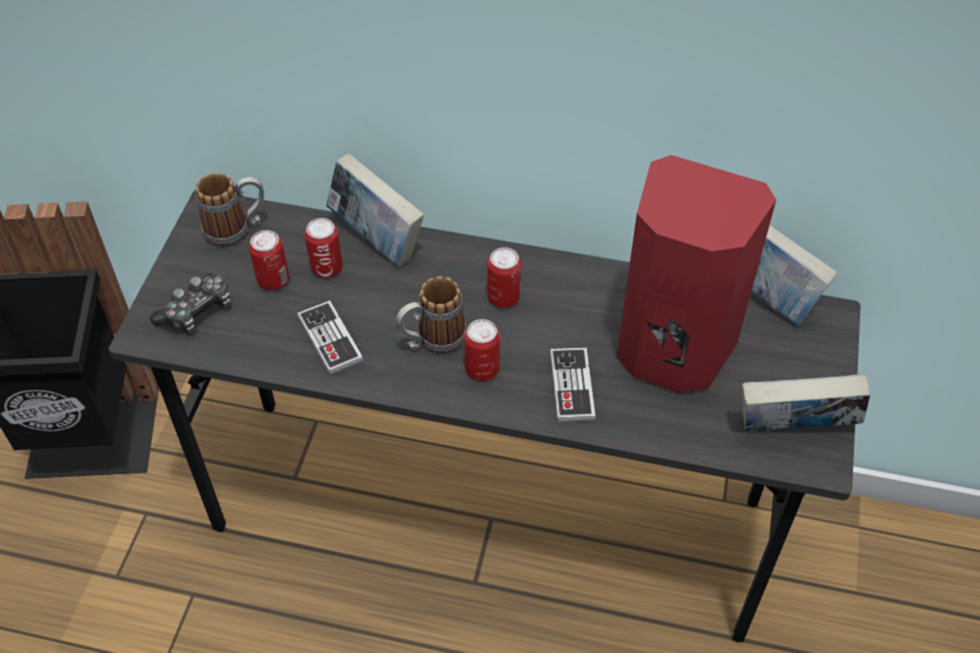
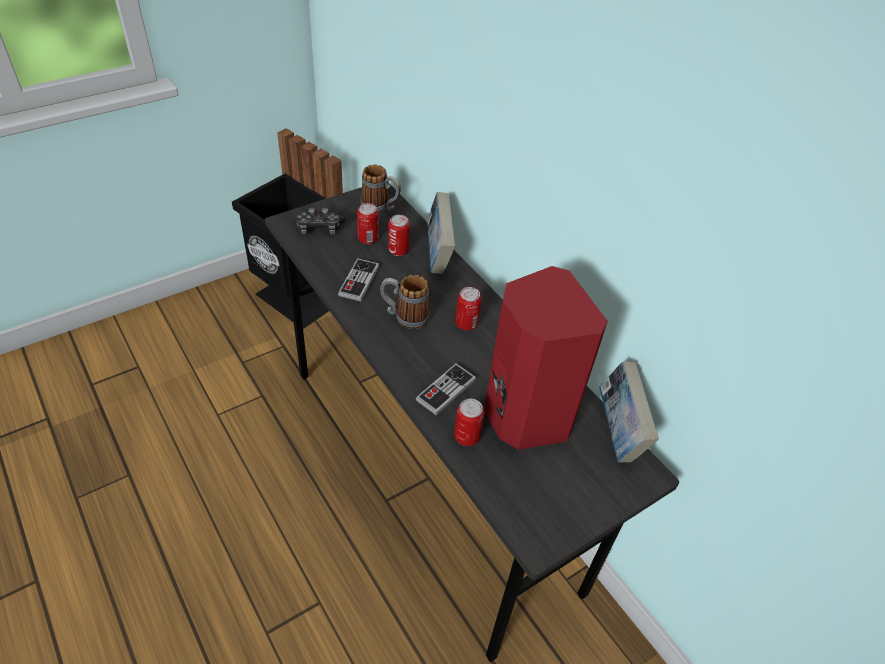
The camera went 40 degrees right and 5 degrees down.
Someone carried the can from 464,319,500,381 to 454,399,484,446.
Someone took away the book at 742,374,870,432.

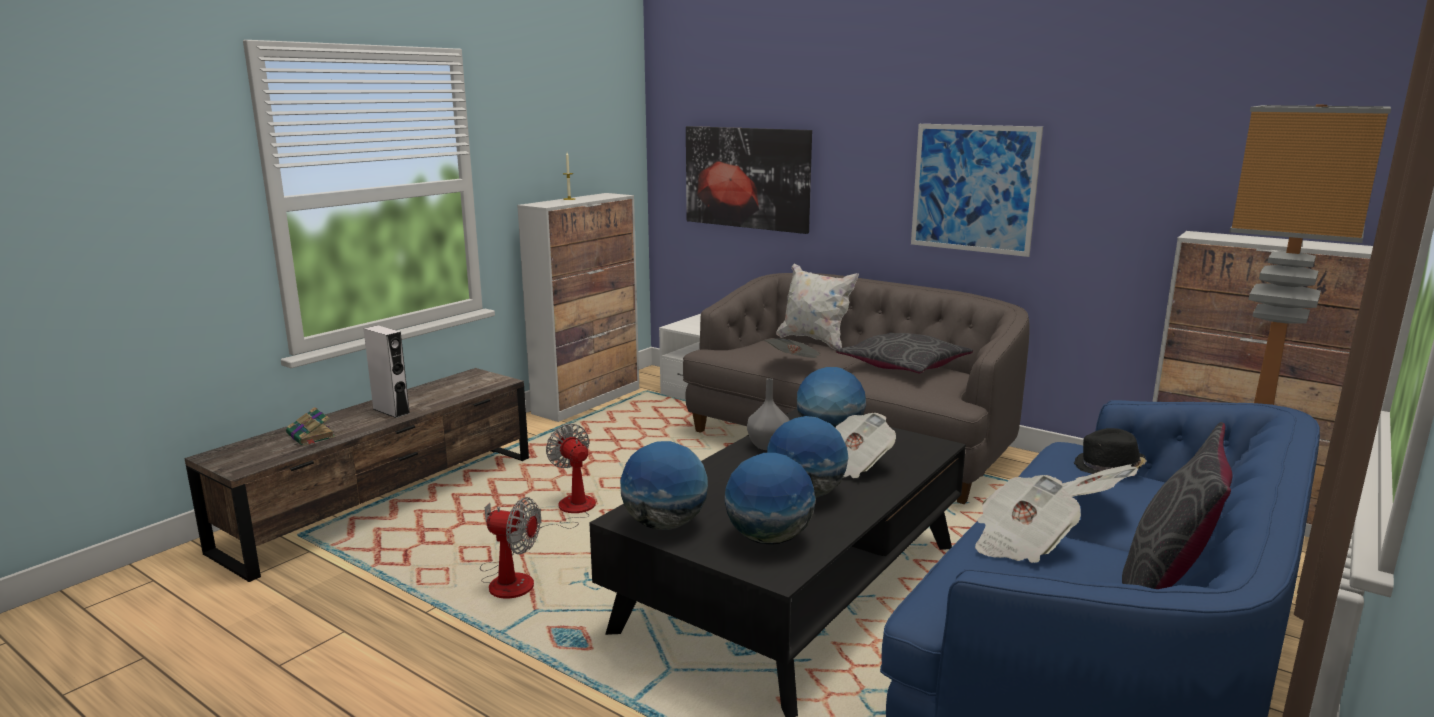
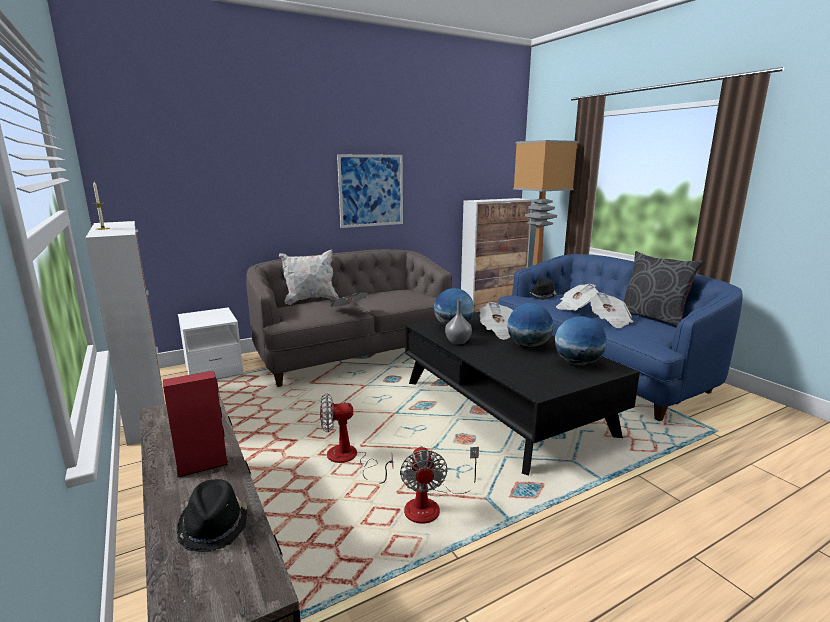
The camera went 65 degrees left and 0 degrees up.
Someone repainted the white speaker at 364,325,410,418, which became the red speaker at 163,371,228,478.
Someone swapped the book at 286,407,336,446 for the black hat at 177,479,247,552.
Someone rotated the fan at 480,497,540,599 by 135 degrees clockwise.
Someone took away the globe at 620,441,708,530.
Someone took away the picture at 686,126,812,234.
Someone took away the grey pillow at 836,333,973,373.

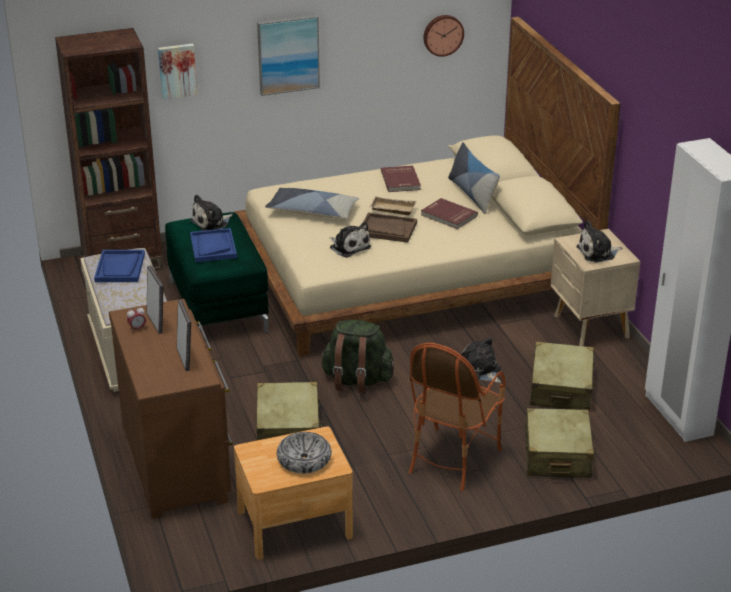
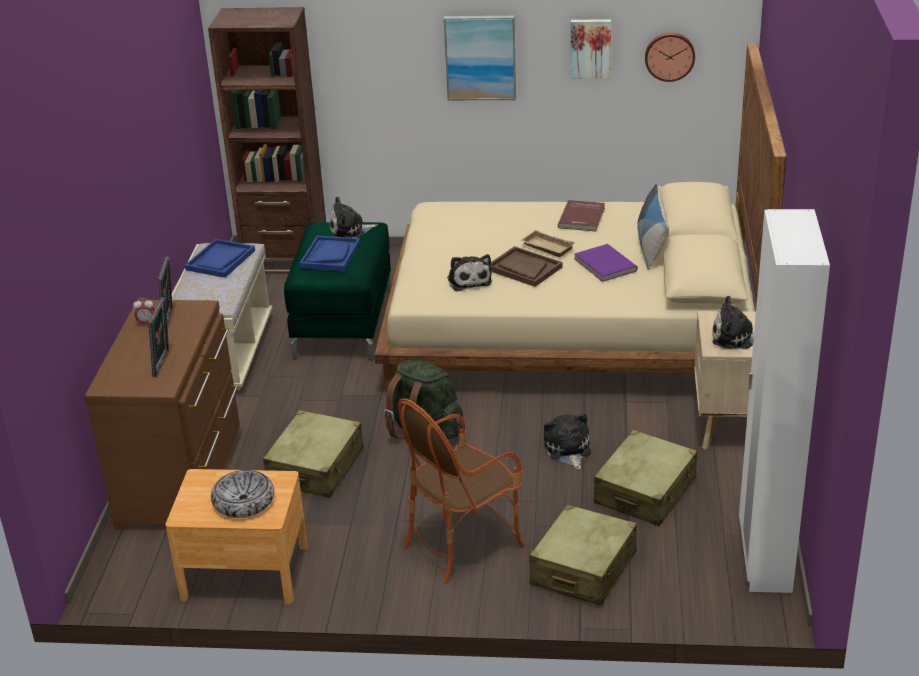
The camera went 25 degrees right and 0 degrees up.
Someone carried the picture from 158,44,197,100 to 571,19,611,79.
Someone repainted the red book at 421,198,478,229, which became the purple book at 574,244,638,282.
Someone took away the pillow at 265,188,359,219.

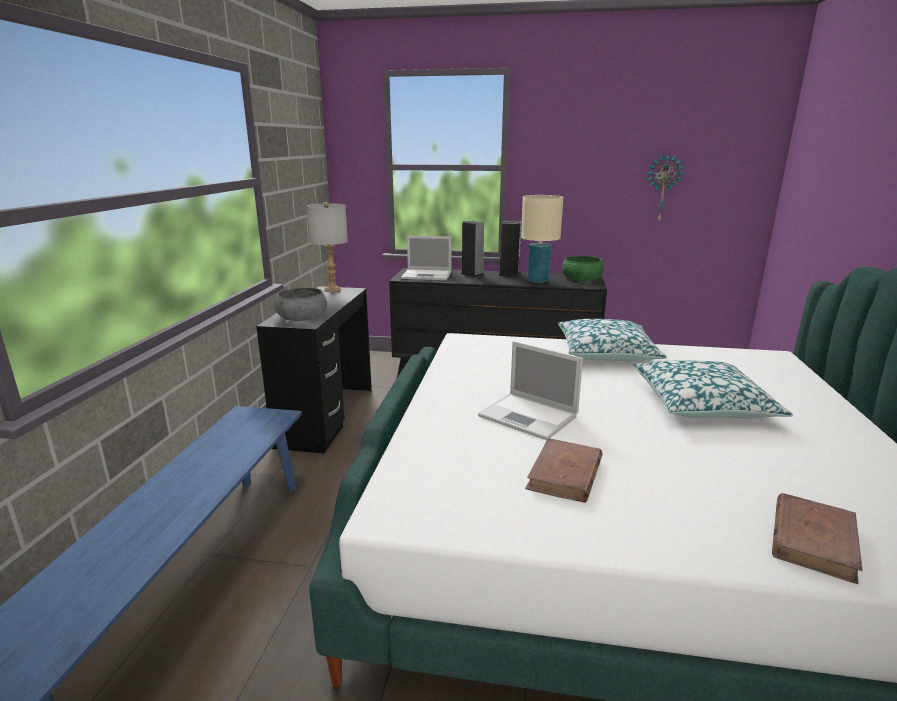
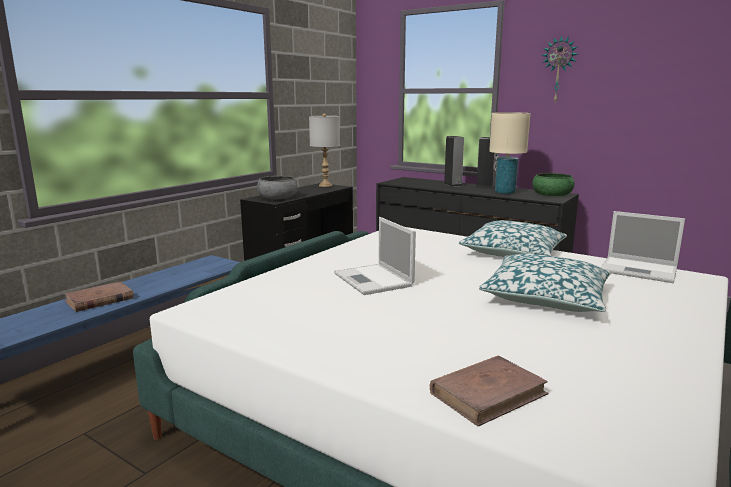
The camera went 25 degrees right and 5 degrees down.
Someone carried the brown book from 525,438,603,503 to 65,281,134,312.
Someone carried the wall clock from 646,154,685,221 to 542,36,578,102.
Someone carried the laptop from 401,235,451,280 to 601,211,685,283.

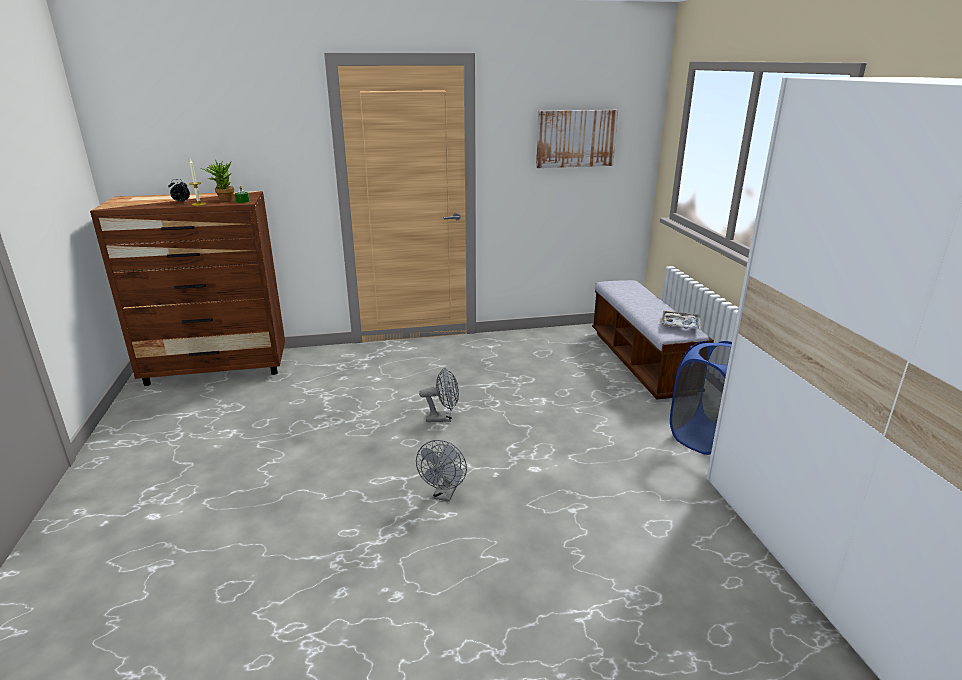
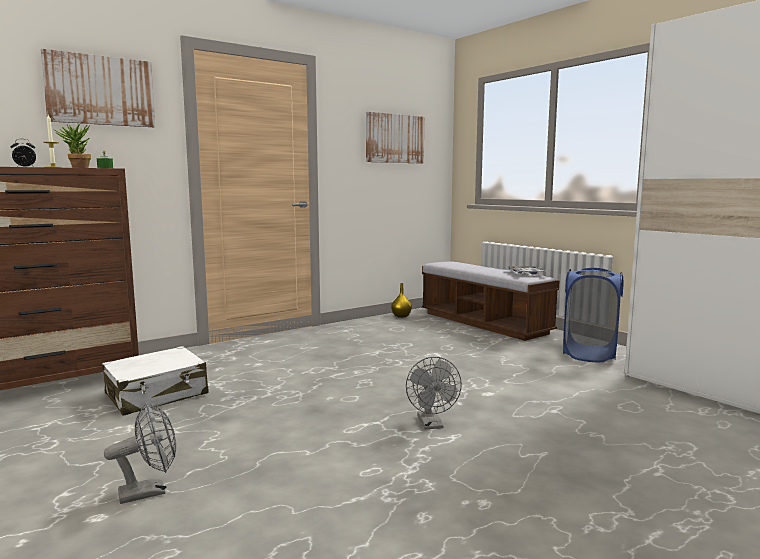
The camera went 25 degrees left and 15 degrees down.
Someone put up the picture at 40,49,155,127.
Someone put down the white suitcase at 102,346,209,416.
Someone carried the grey fan from 419,368,459,422 to 104,402,176,504.
Someone put down the yellow vase at 391,283,412,318.

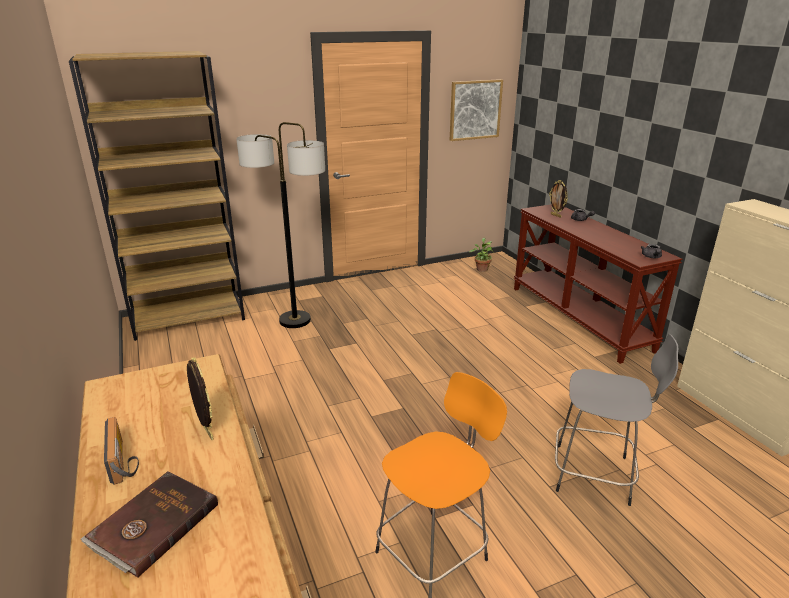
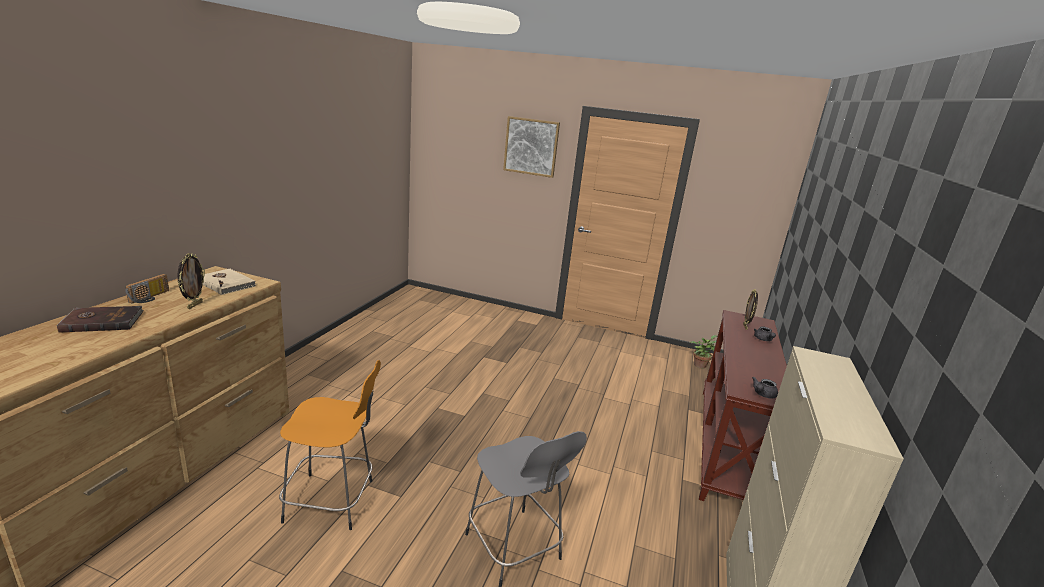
The camera went 40 degrees right and 5 degrees down.
Someone put down the beige book at 202,269,256,295.
Someone carried the picture from 450,79,503,141 to 503,116,560,178.
Someone took away the brown bookcase at 69,51,245,341.
Someone took away the floor lamp at 236,122,325,328.

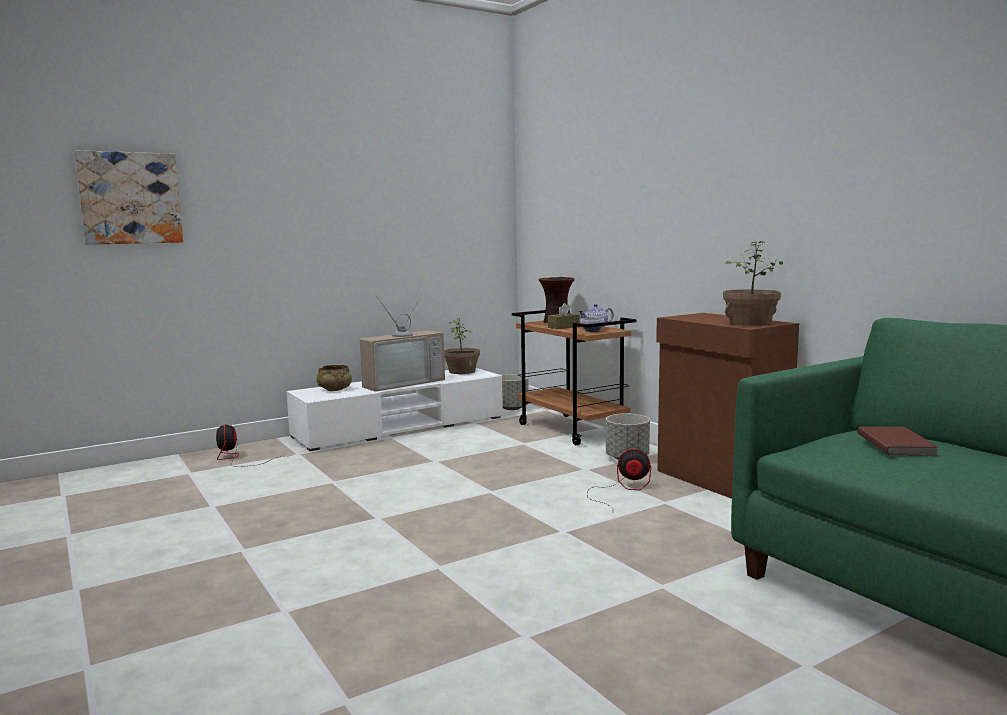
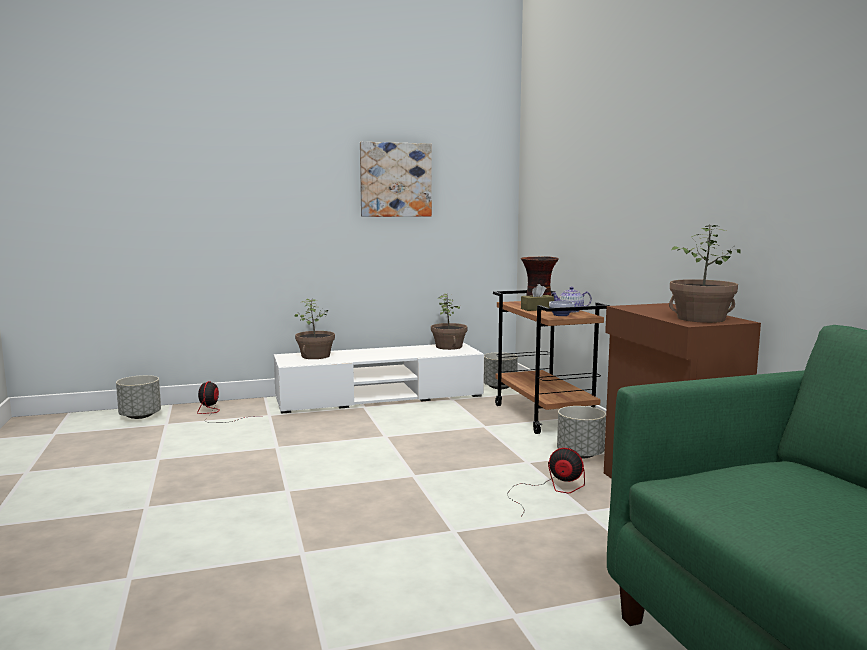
The camera went 15 degrees right and 0 degrees up.
Someone put down the grey planter at 116,375,161,419.
Someone swapped the beige bowl at 317,365,352,391 for the potted plant at 295,299,335,359.
Someone carried the picture from 75,150,183,245 to 360,142,432,217.
Someone took away the television at 360,293,445,392.
Someone took away the brown book at 857,427,938,456.

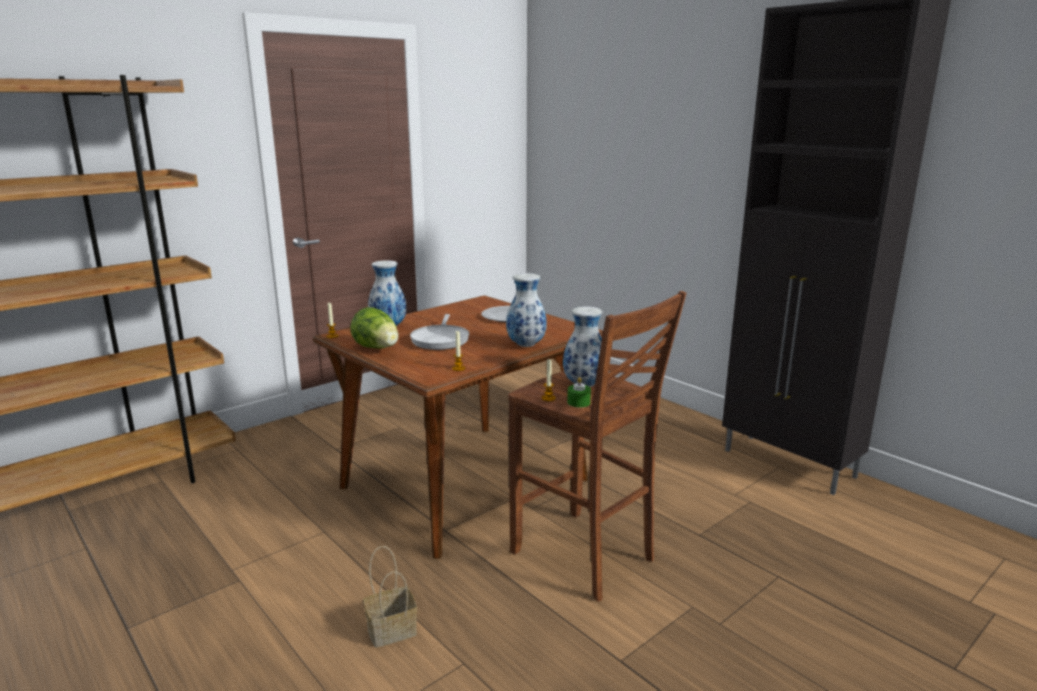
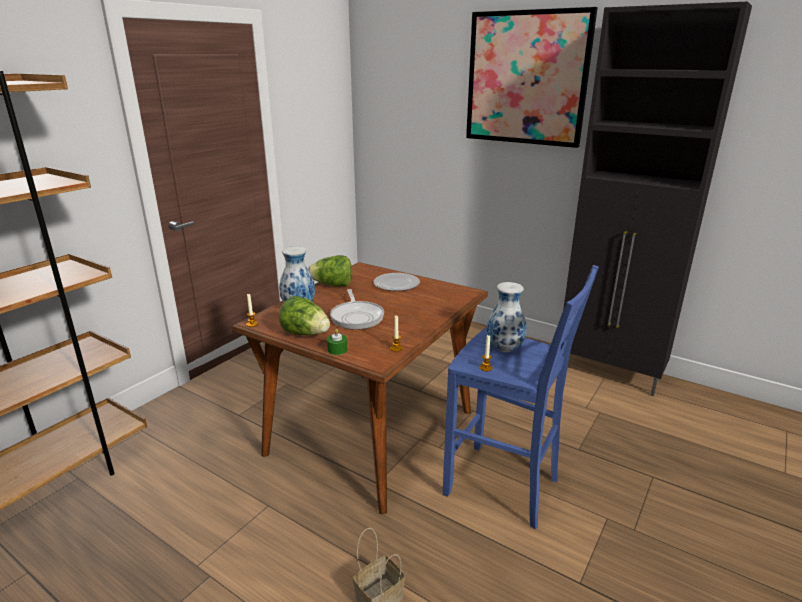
The camera went 15 degrees left and 5 degrees up.
Someone put down the lettuce at 308,255,352,287.
Someone carried the green candle from 567,377,591,408 to 327,329,347,355.
Someone repainted the brown stool at 508,291,686,602, which became the blue stool at 443,265,598,529.
Someone put up the picture at 466,7,598,148.
Someone took away the vase at 506,273,547,347.

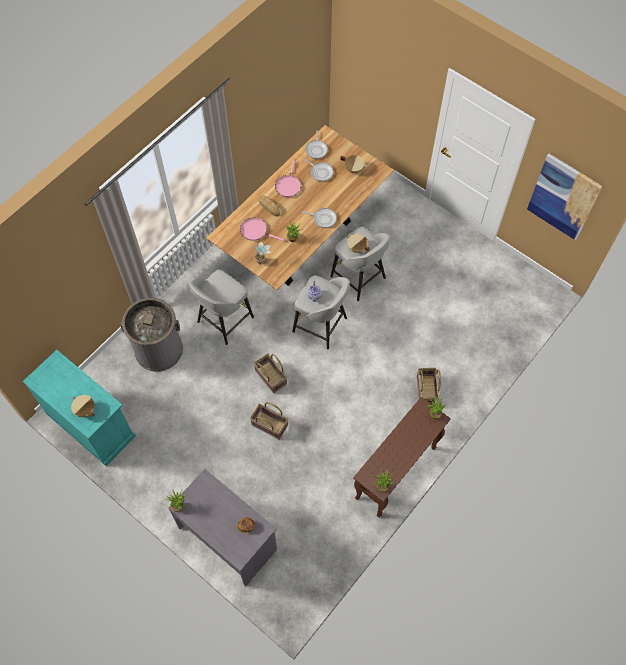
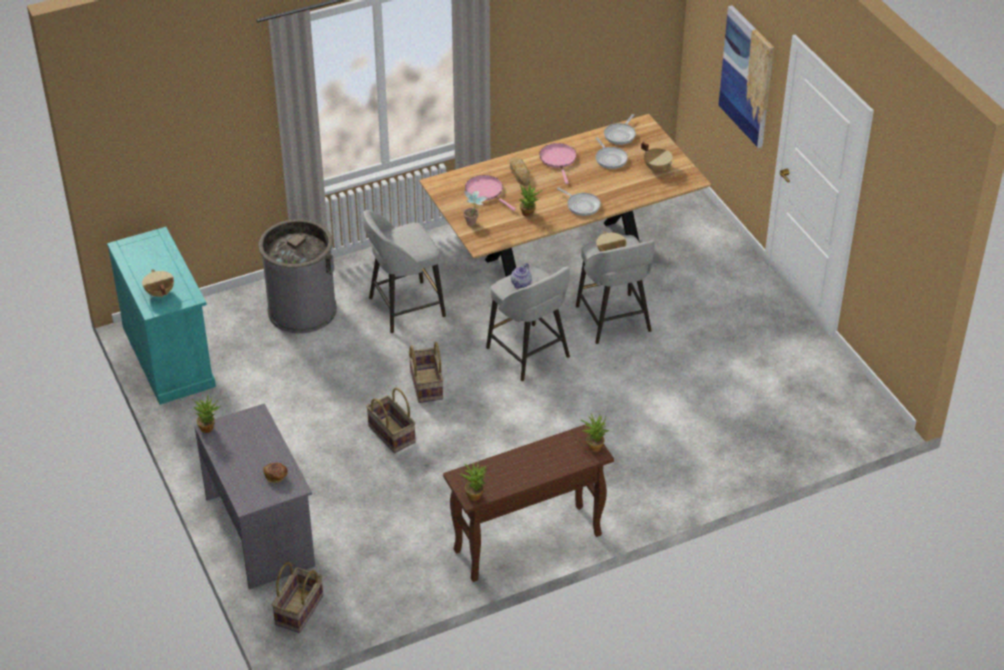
The camera went 25 degrees right and 20 degrees down.
Someone carried the basket from 417,368,441,404 to 272,562,323,633.
Someone rotated the pink frying pan at 275,160,301,197 by 135 degrees clockwise.
Someone carried the picture from 527,154,602,240 to 719,6,774,148.

